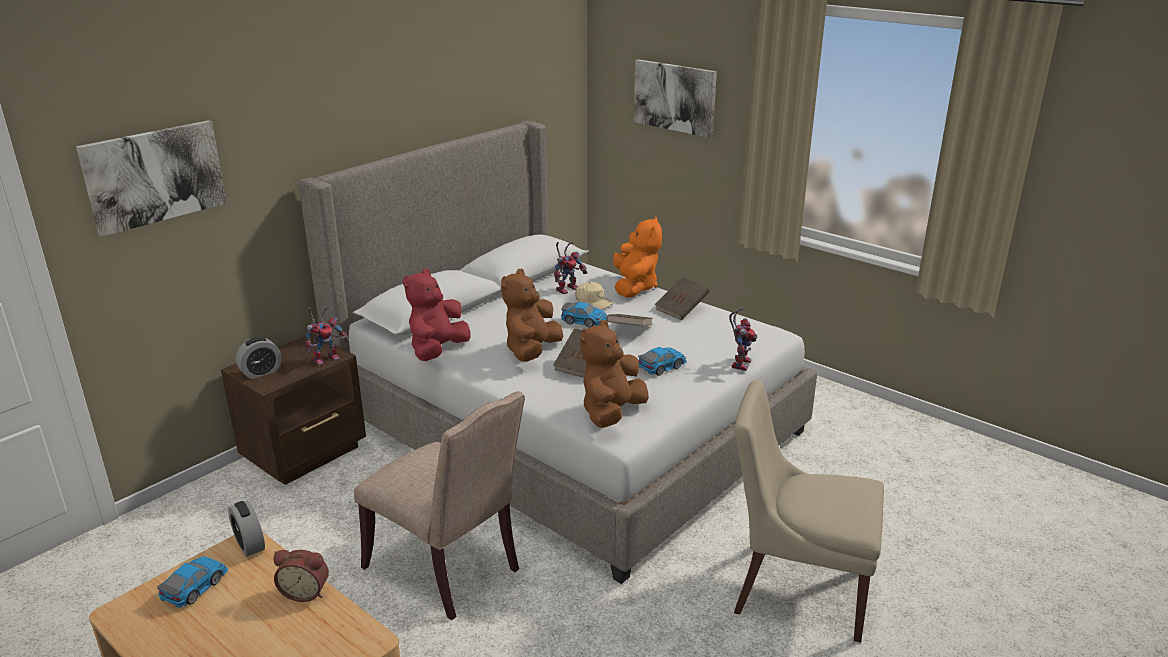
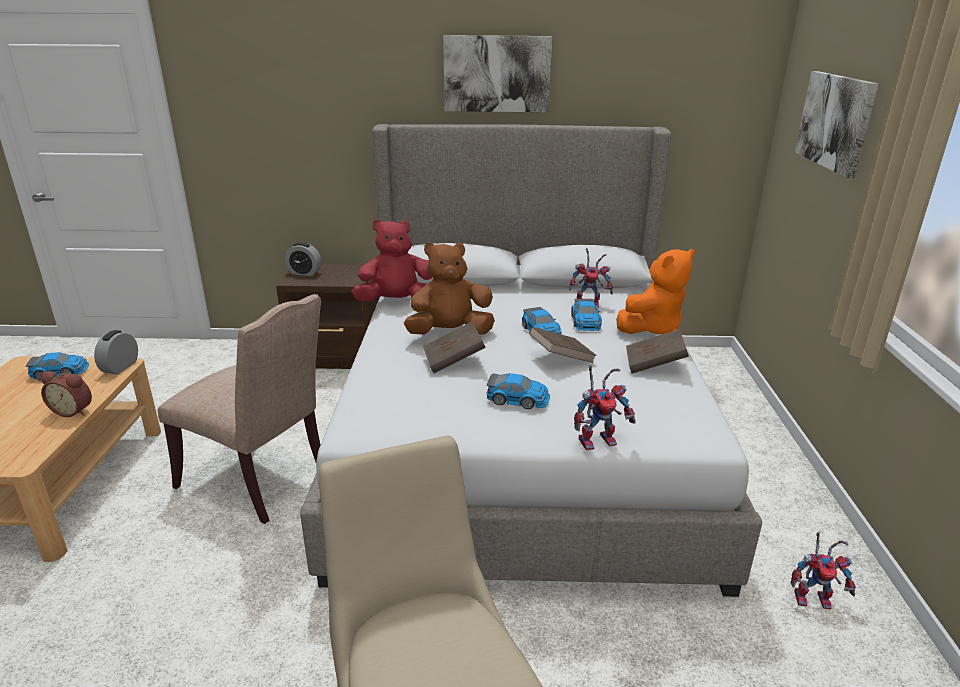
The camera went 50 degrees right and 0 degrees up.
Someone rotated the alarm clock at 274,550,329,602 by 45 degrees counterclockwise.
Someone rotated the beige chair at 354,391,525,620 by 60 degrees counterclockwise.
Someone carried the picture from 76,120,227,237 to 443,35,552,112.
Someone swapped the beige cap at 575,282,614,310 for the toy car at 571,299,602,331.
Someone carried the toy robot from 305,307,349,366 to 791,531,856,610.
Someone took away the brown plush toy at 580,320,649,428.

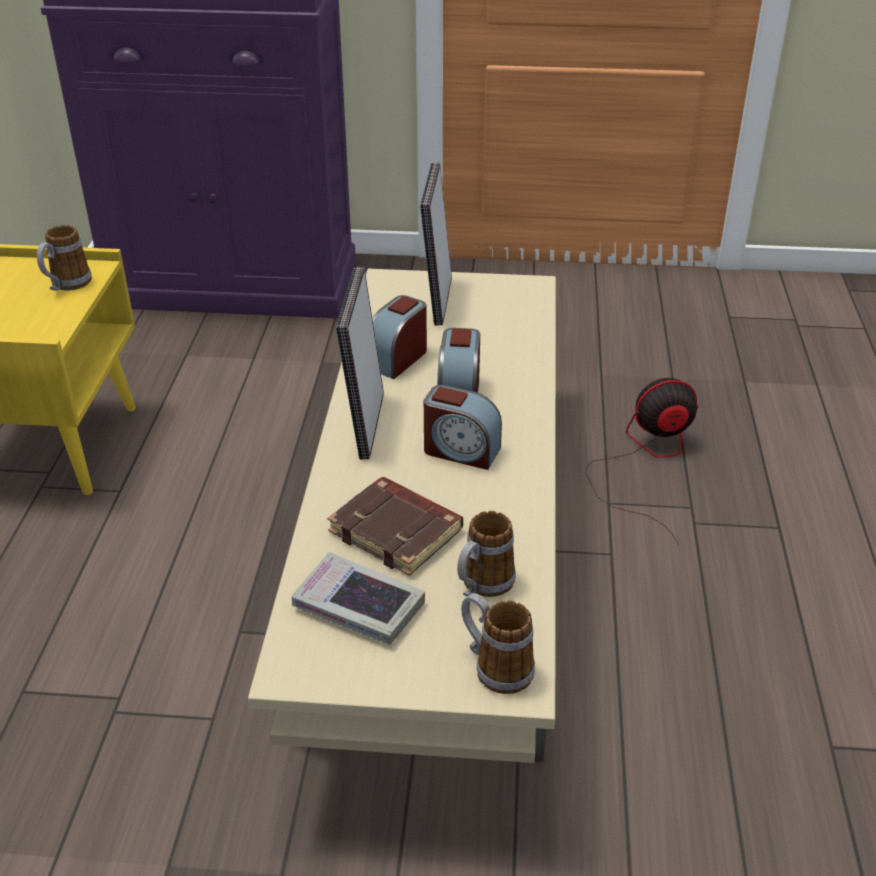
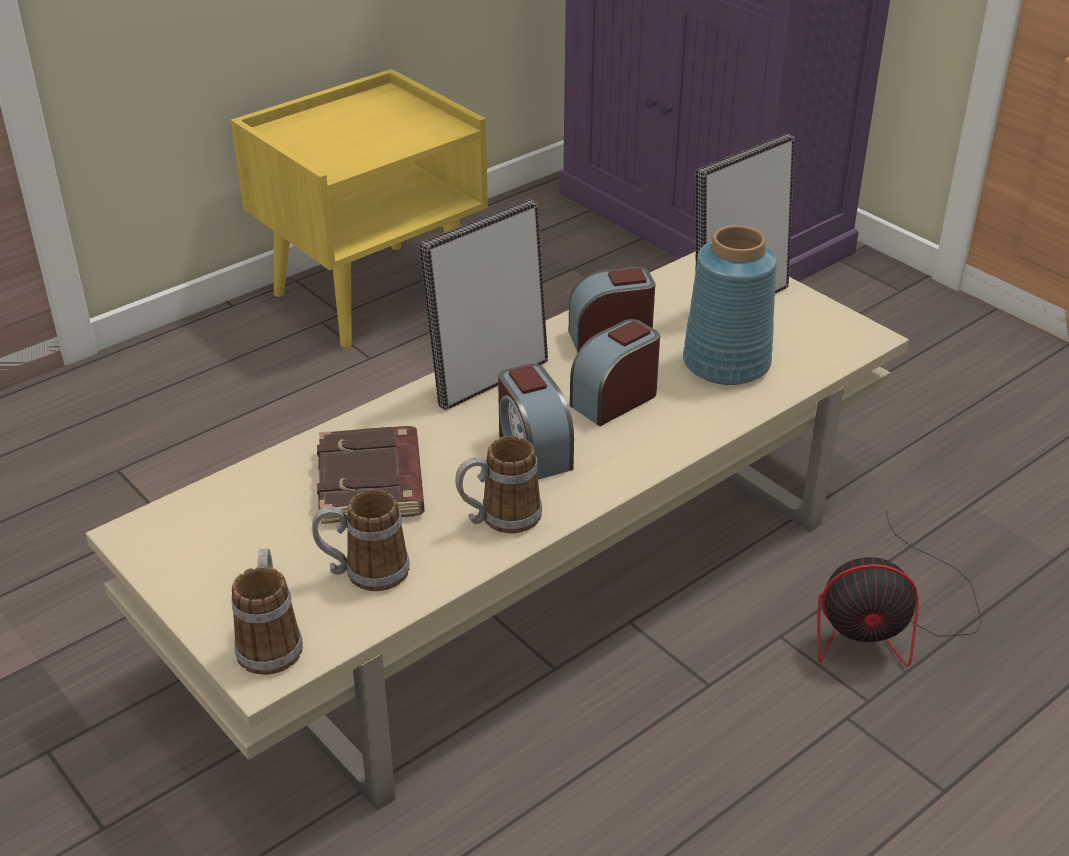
The camera went 45 degrees right and 0 degrees up.
Someone carried the mug from 37,225,92,291 to 455,436,542,533.
Someone put down the blue vase at 683,225,777,385.
Someone rotated the fan at 586,378,699,545 by 150 degrees clockwise.
Someone took away the book at 292,552,425,645.

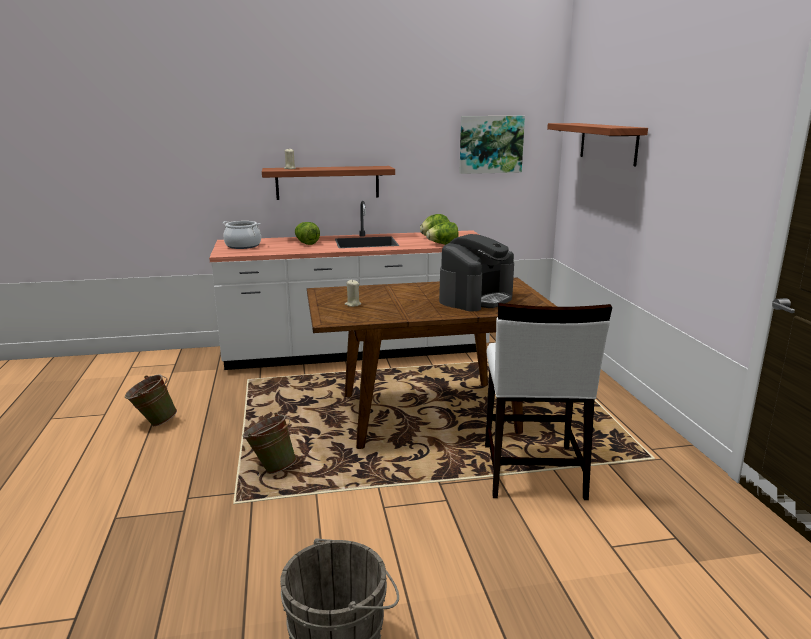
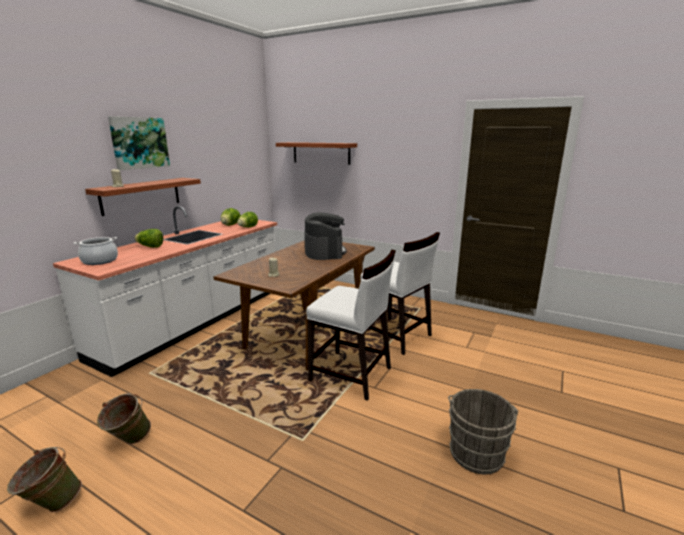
The camera went 50 degrees left and 0 degrees up.
Someone carried the green bucket from 243,413,297,474 to 7,447,82,512.
Someone carried the picture from 459,116,525,174 to 108,116,170,170.
Someone put down the white chair at 306,250,396,401.

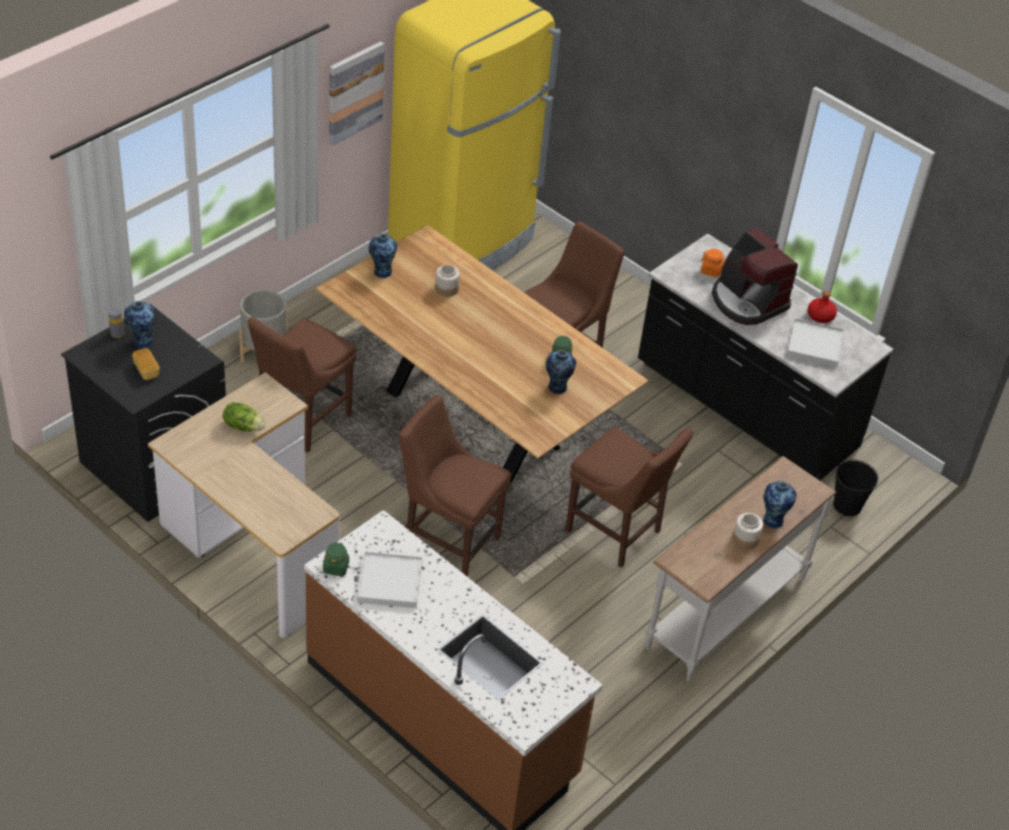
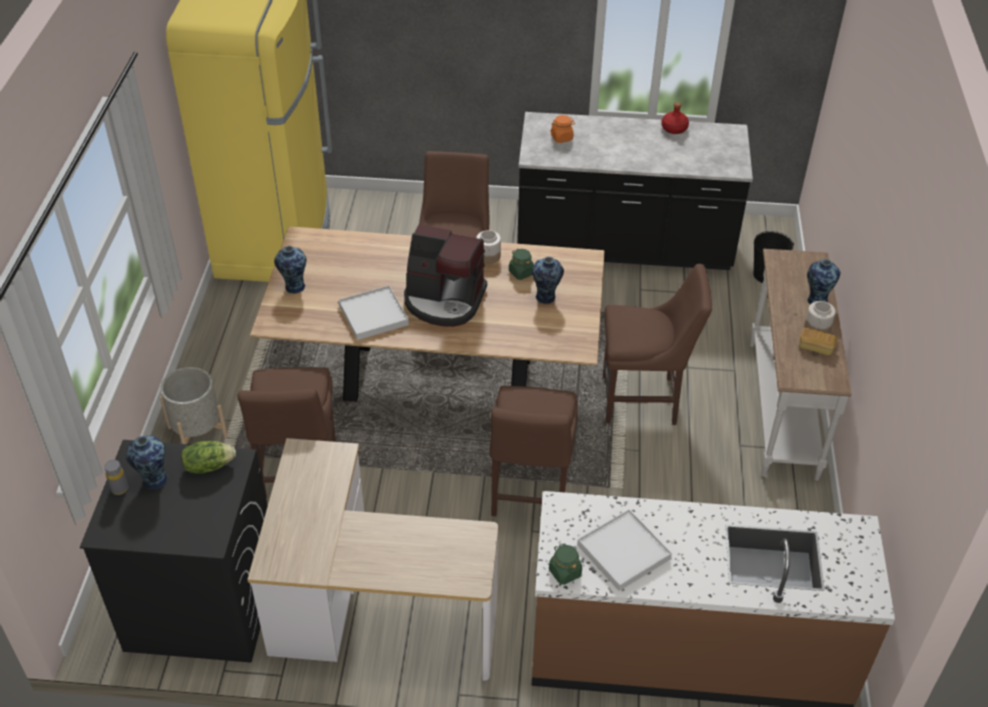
The camera went 35 degrees left and 0 degrees up.
Someone carried the lettuce from 223,402,265,432 to 181,441,236,474.
Someone carried the white tray from 787,318,845,367 to 338,286,409,340.
Someone carried the coffee machine from 712,227,798,325 to 404,224,487,327.
Someone carried the jar from 435,265,460,297 to 476,230,501,264.
Someone rotated the brown chair at 399,395,512,577 by 75 degrees counterclockwise.
Someone carried the bread from 132,348,160,380 to 800,328,837,355.
Someone took away the picture at 329,41,385,146.

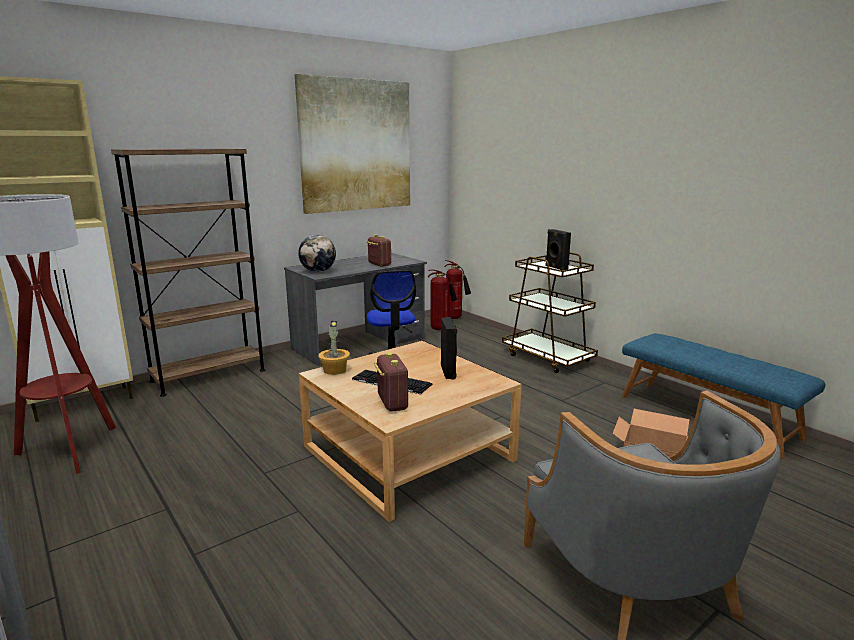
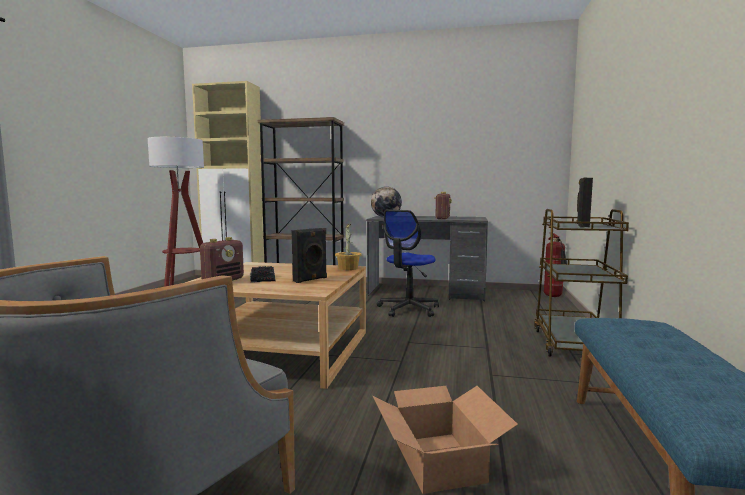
The camera went 50 degrees right and 10 degrees down.
Someone carried the potted plant from 318,321,350,375 to 335,224,362,270.
Someone took away the picture at 295,74,410,214.
Someone took away the fire extinguisher at 428,270,457,330.

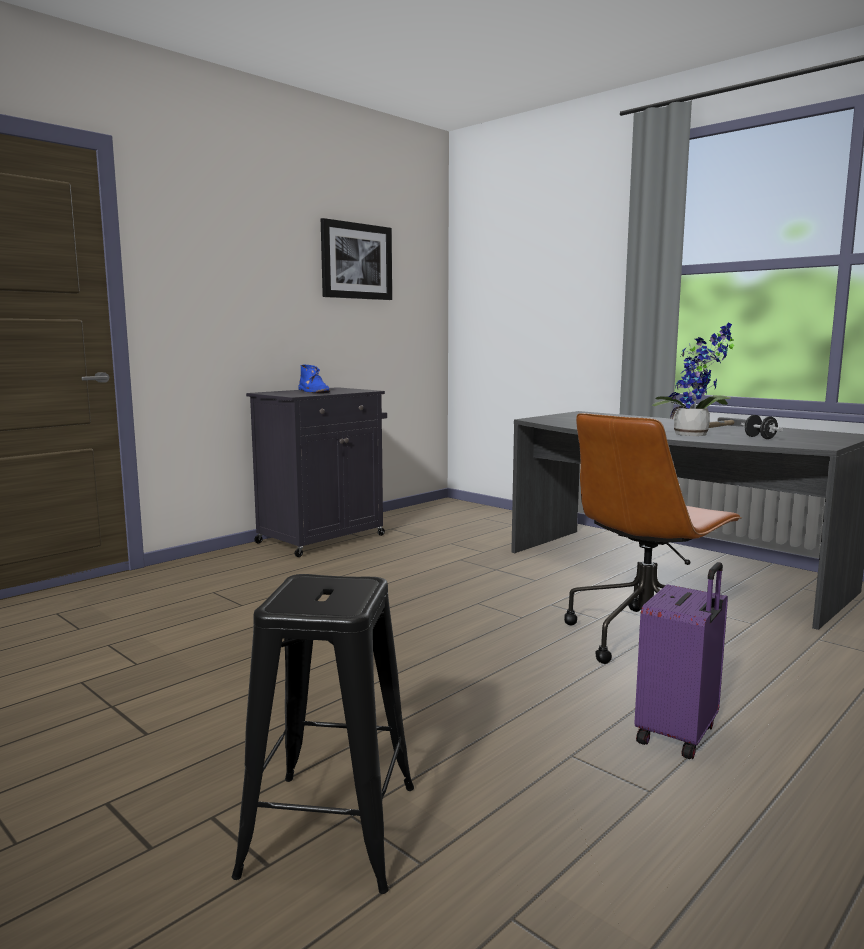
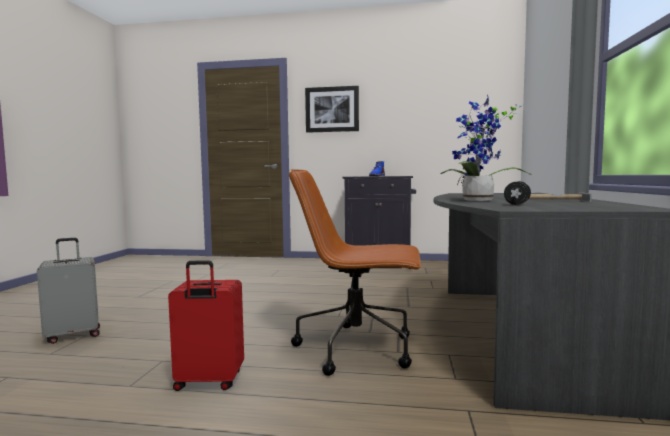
The camera went 55 degrees right and 5 degrees down.
Someone swapped the black stool at 232,574,414,894 for the grey suitcase at 37,238,100,344.
Someone repainted the purple suitcase at 635,562,728,759, which became the red suitcase at 168,260,244,391.
Someone carried the picture from 321,218,392,300 to 305,86,359,133.

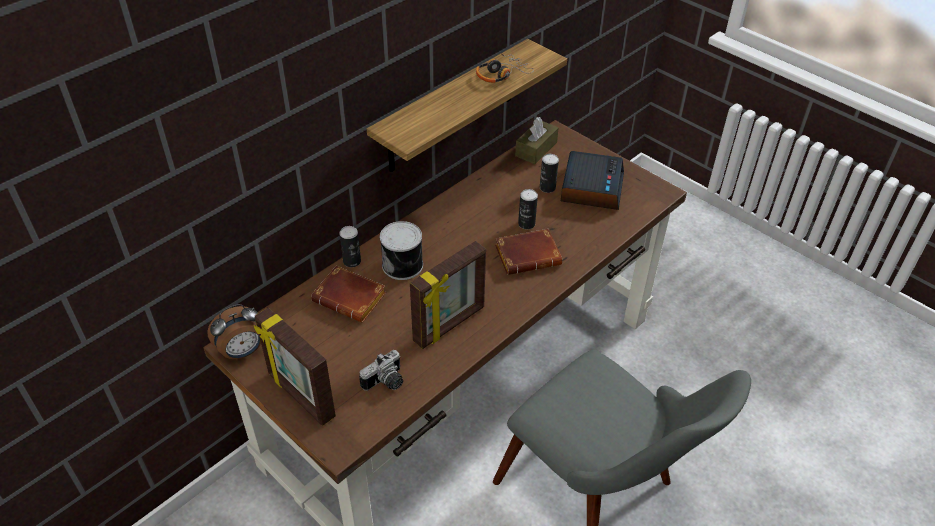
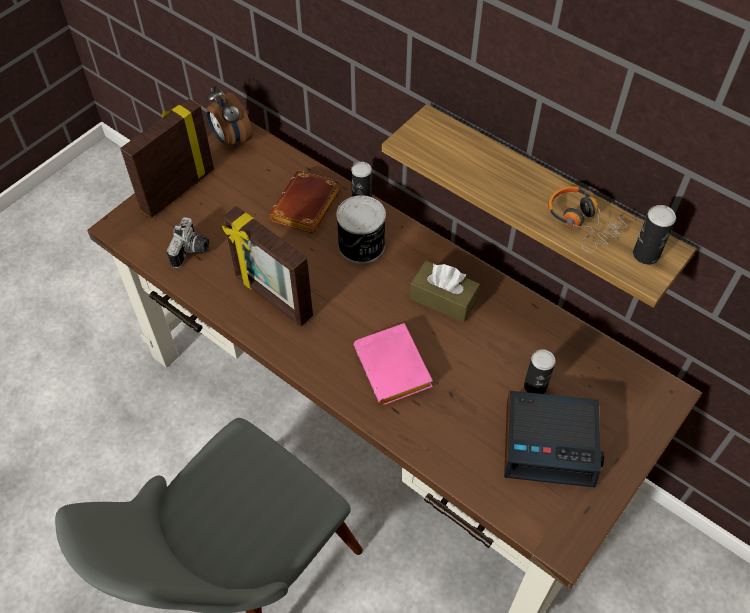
The camera went 85 degrees right and 10 degrees up.
Someone rotated the photo camera at 359,350,403,391 by 120 degrees counterclockwise.
Someone repainted the brown book at 495,229,562,275, which became the pink book at 354,323,433,405.
Someone carried the brown tissue box from 515,117,558,164 to 410,261,480,323.
Someone carried the can from 518,189,538,229 to 633,205,676,265.

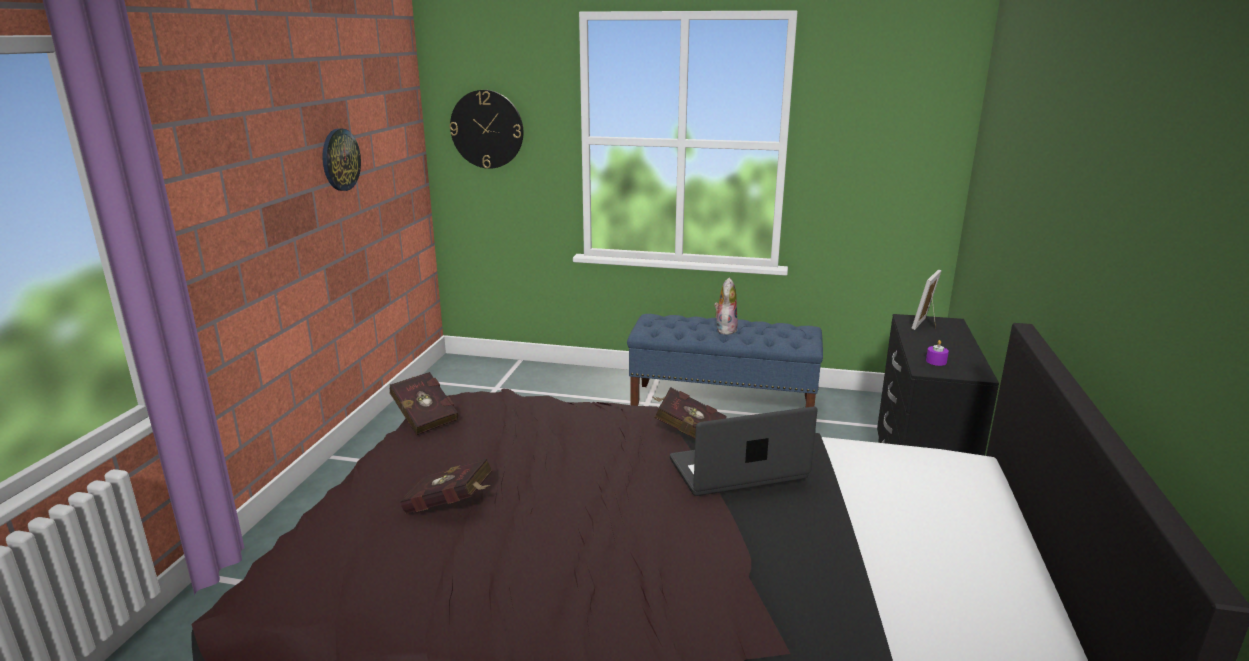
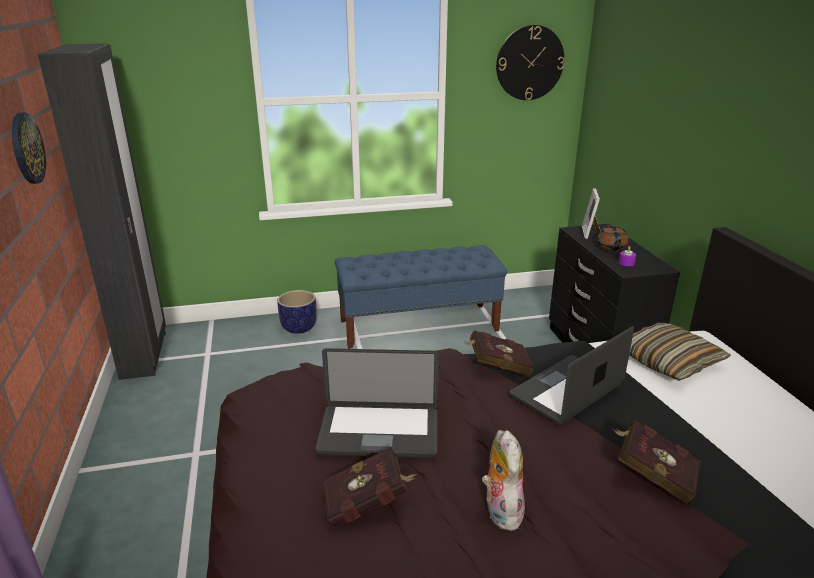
The camera went 25 degrees left and 5 degrees up.
Someone put down the black wardrobe at 38,44,166,380.
Someone put down the planter at 277,290,317,334.
Someone put down the laptop at 315,348,439,458.
Someone carried the plush toy from 714,278,738,335 to 482,430,525,531.
Someone carried the wall clock from 450,90,523,169 to 496,25,565,100.
Someone put down the brown teapot at 596,225,629,252.
Someone carried the red book from 389,372,458,435 to 612,420,700,504.
Someone put down the pillow at 629,323,731,381.

